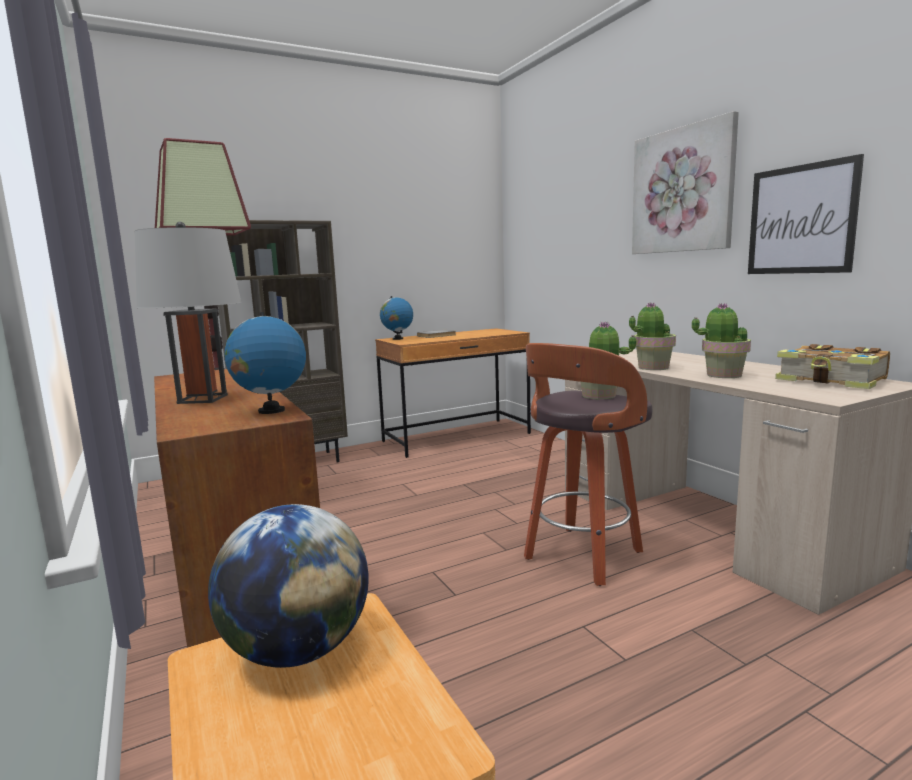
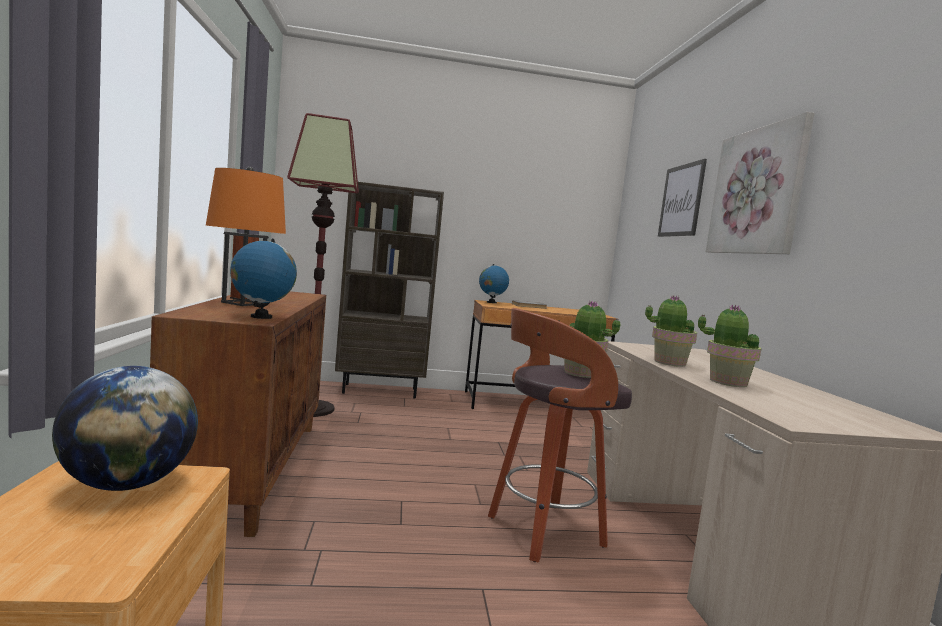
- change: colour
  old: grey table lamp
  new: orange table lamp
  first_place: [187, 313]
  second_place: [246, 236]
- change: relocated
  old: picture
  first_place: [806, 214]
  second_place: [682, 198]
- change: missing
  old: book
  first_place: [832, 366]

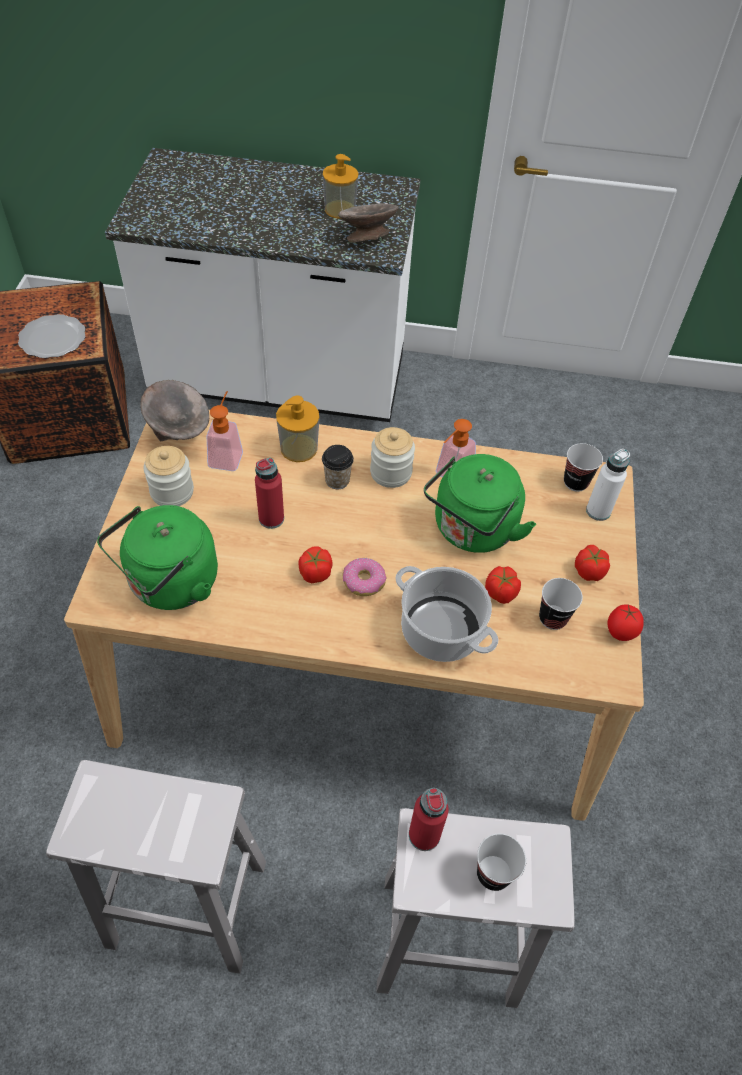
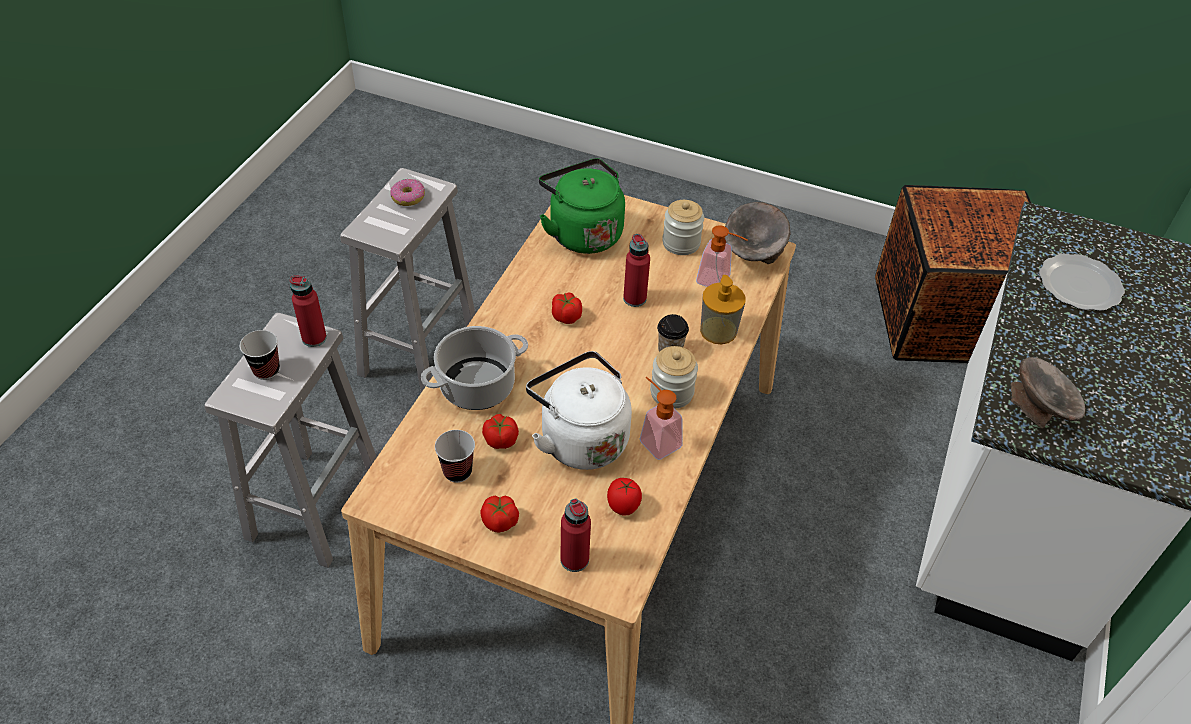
- change: relocated
  old: plate
  first_place: [52, 336]
  second_place: [1082, 282]
- change: missing
  old: soap dispenser
  first_place: [340, 186]
- change: relocated
  old: donut
  first_place: [364, 577]
  second_place: [407, 192]
- change: colour
  old: green kettle
  new: white kettle
  first_place: [480, 503]
  second_place: [579, 410]
- change: missing
  old: cup
  first_place: [583, 467]
- change: colour
  old: white bottle
  new: red bottle
  first_place: [608, 485]
  second_place: [575, 535]
- change: relocated
  old: tomato
  first_place: [625, 623]
  second_place: [624, 497]

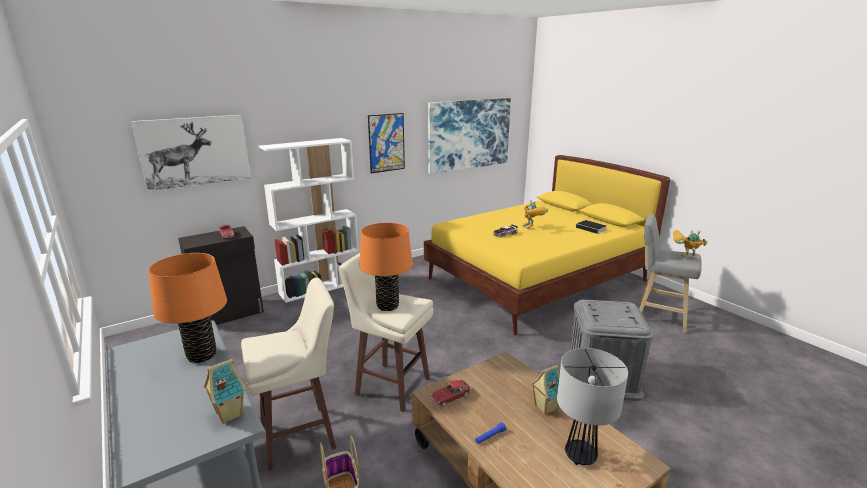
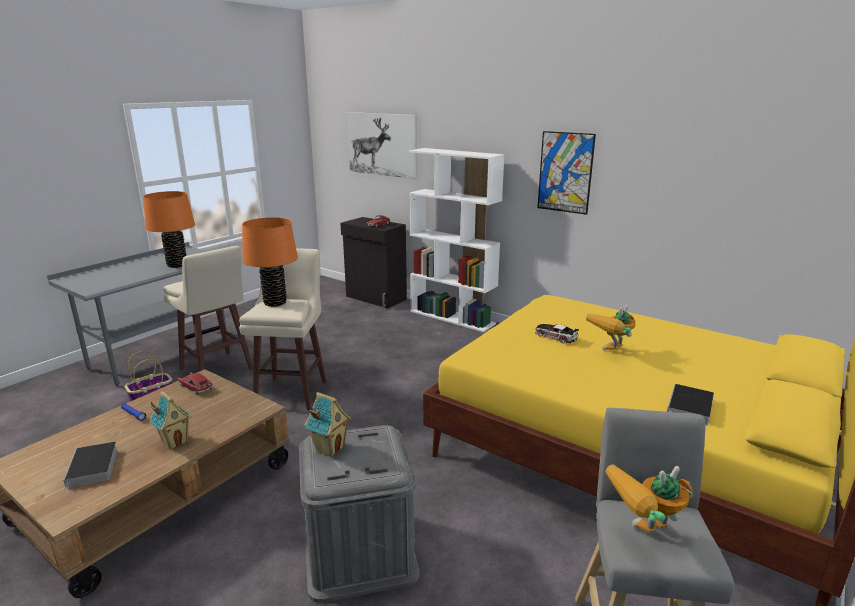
- change: relocated
  old: toy house
  first_place: [225, 391]
  second_place: [328, 424]
- change: missing
  old: picture
  first_place: [469, 136]
- change: exchanged
  old: table lamp
  new: book
  first_place: [592, 406]
  second_place: [91, 468]
- change: spun
  old: toy robot
  first_place: [690, 244]
  second_place: [649, 498]
  degrees: -105

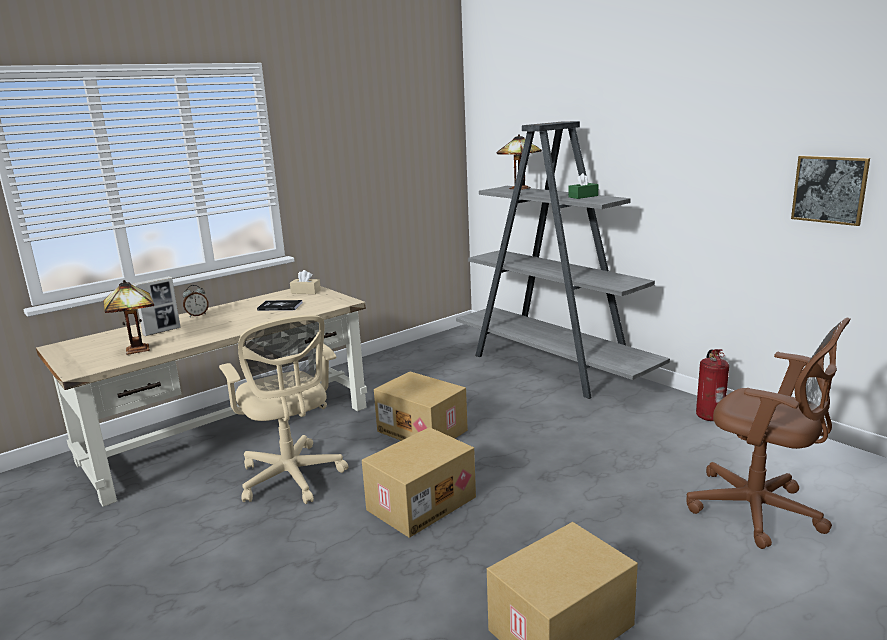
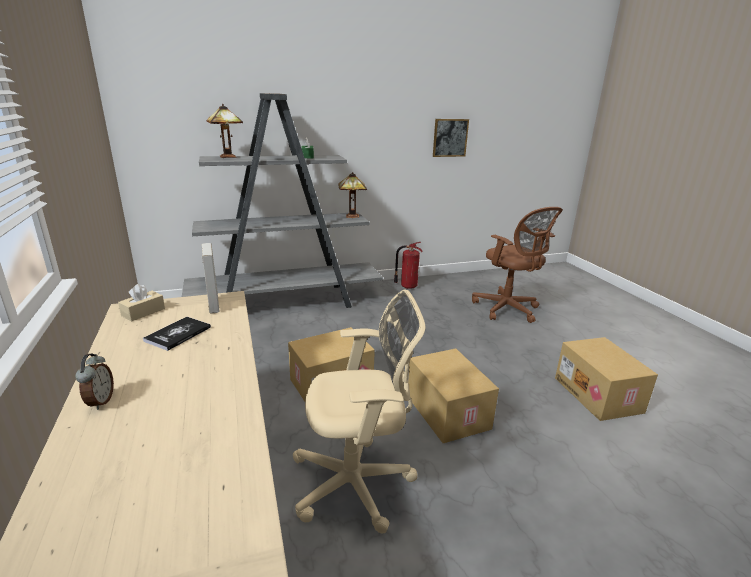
- change: relocated
  old: table lamp
  first_place: [128, 317]
  second_place: [352, 195]
- change: relocated
  old: picture frame
  first_place: [157, 306]
  second_place: [210, 278]
- change: spun
  old: brown office chair
  first_place: [769, 433]
  second_place: [517, 265]
  degrees: 90

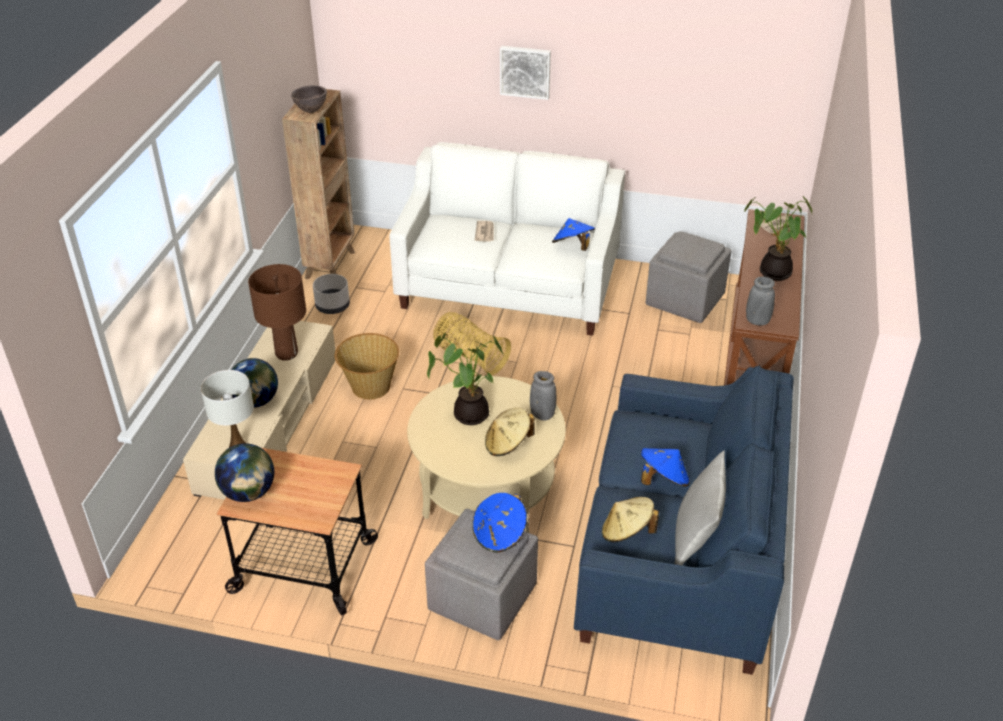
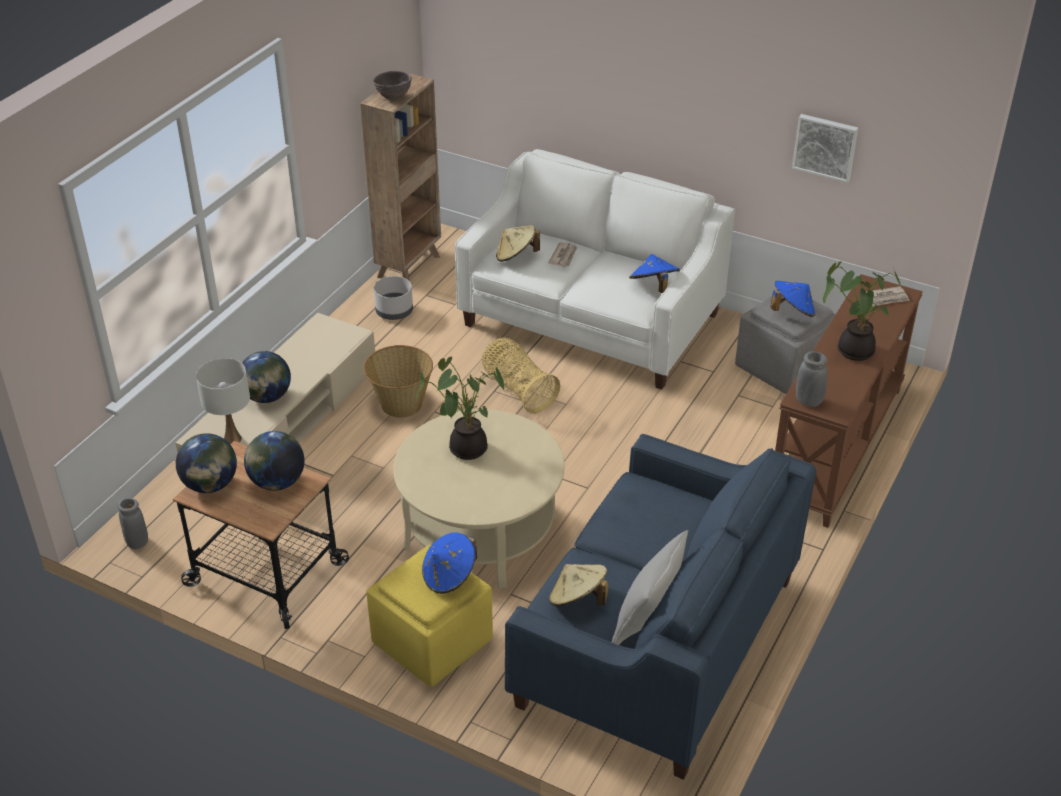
- change: missing
  old: brown table lamp
  first_place: [277, 312]
- change: colour
  old: grey ottoman
  new: yellow ottoman
  first_place: [481, 574]
  second_place: [429, 616]
- change: relocated
  old: beige hat
  first_place: [510, 432]
  second_place: [518, 243]
- change: relocated
  old: picture
  first_place: [525, 73]
  second_place: [825, 148]
- change: relocated
  old: grey vase
  first_place: [543, 396]
  second_place: [132, 523]
- change: relocated
  old: blue hat
  first_place: [665, 467]
  second_place: [793, 299]
- change: appeared
  new: globe
  second_place: [274, 461]

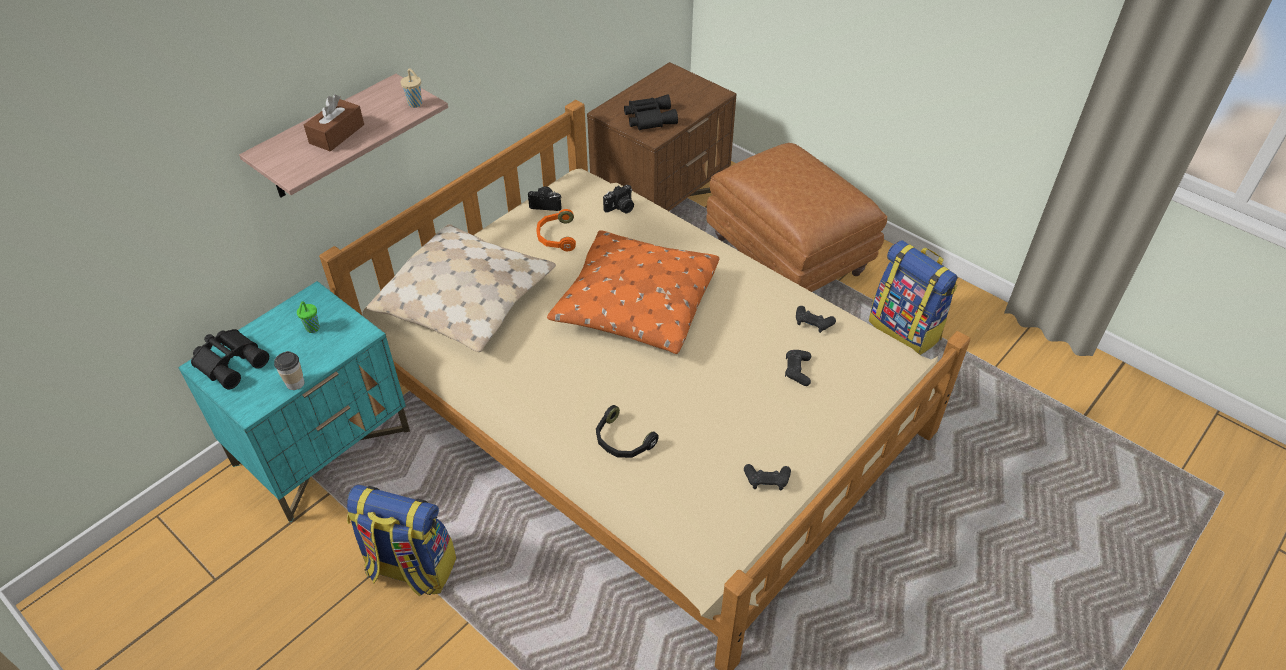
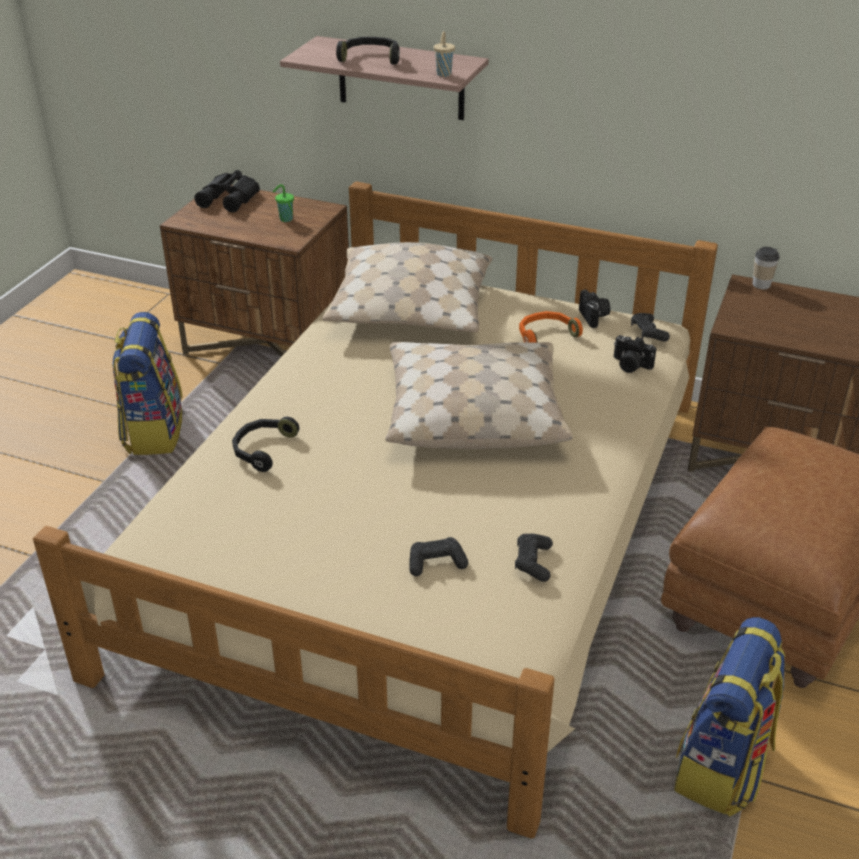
- change: colour
  old: turquoise nightstand
  new: brown nightstand
  first_place: [294, 401]
  second_place: [254, 271]
- change: relocated
  old: cup
  first_place: [289, 370]
  second_place: [766, 268]
- change: exchanged
  old: brown tissue box
  new: black headphones
  first_place: [334, 123]
  second_place: [368, 51]
- change: colour
  old: orange pillow
  new: beige pillow
  first_place: [633, 292]
  second_place: [479, 395]
- change: missing
  old: black binoculars
  first_place: [651, 112]
- change: relocated
  old: black game controller
  first_place: [767, 477]
  second_place: [650, 327]

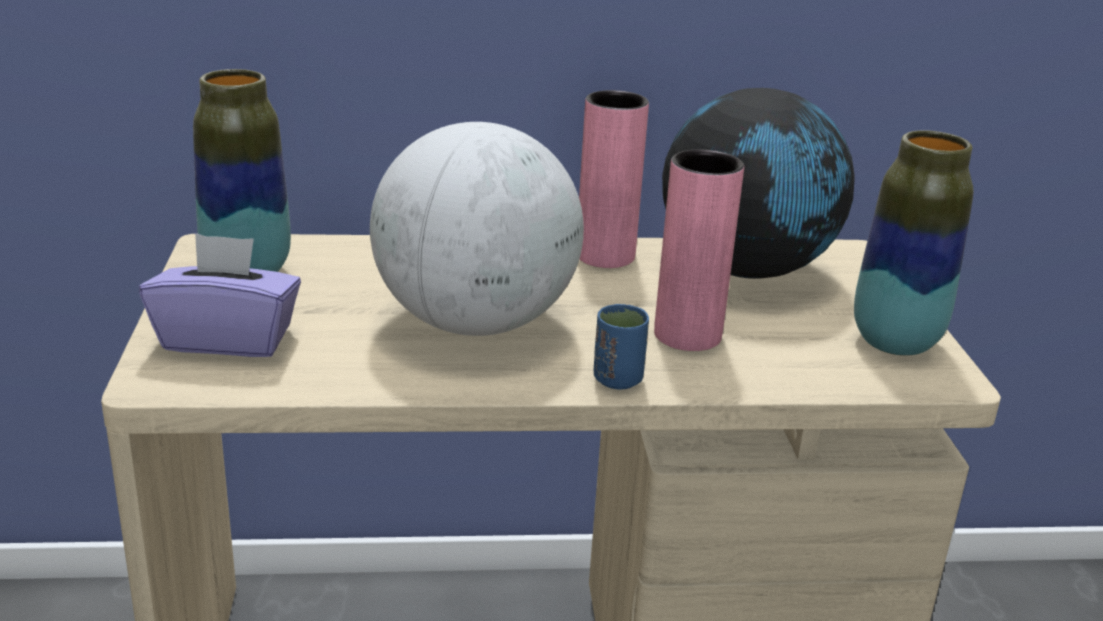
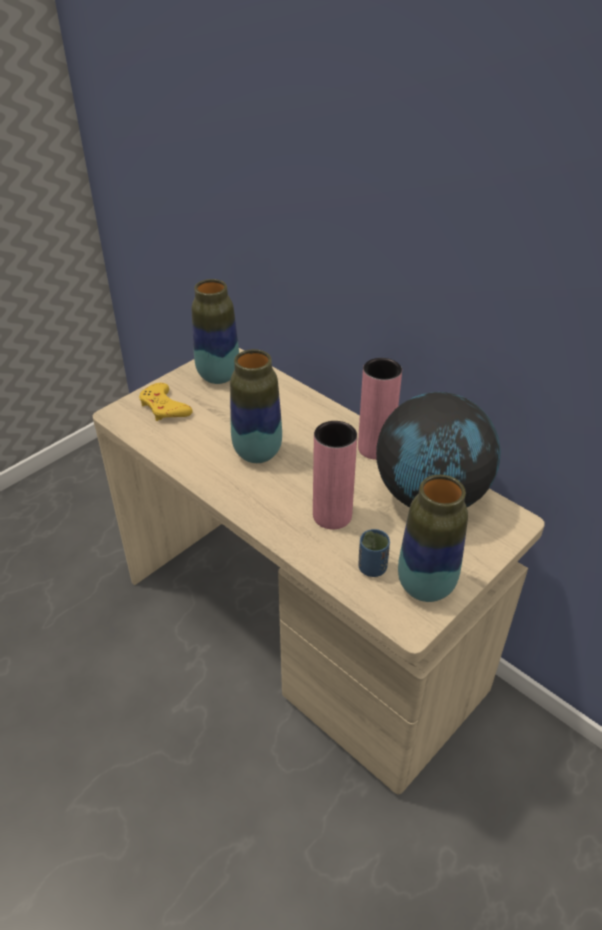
- change: exchanged
  old: purple tissue box
  new: yellow game controller
  first_place: [220, 295]
  second_place: [166, 402]
- change: exchanged
  old: globe
  new: vase
  first_place: [477, 229]
  second_place: [256, 406]
- change: relocated
  old: blue cup
  first_place: [622, 346]
  second_place: [374, 553]

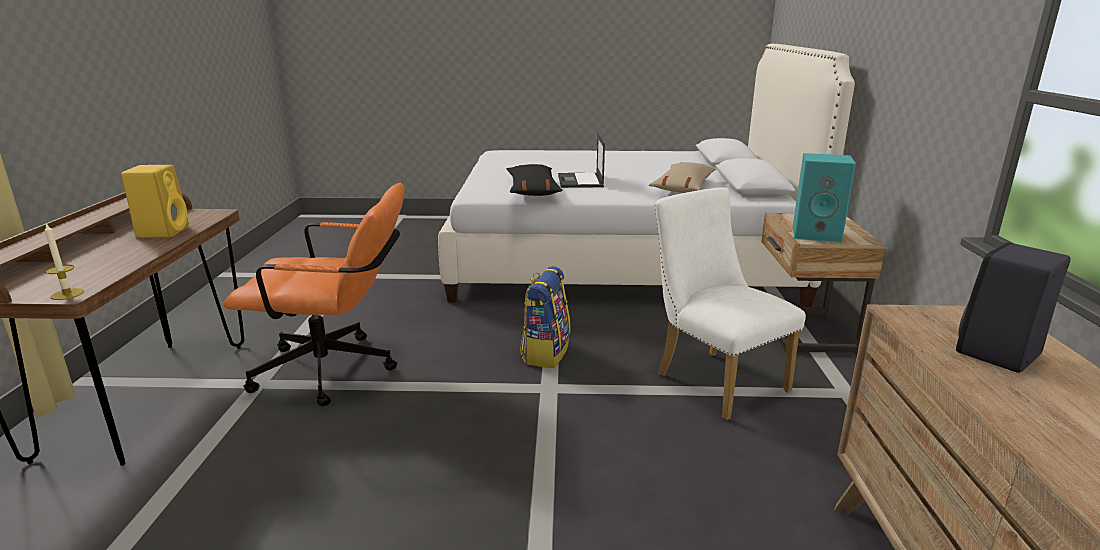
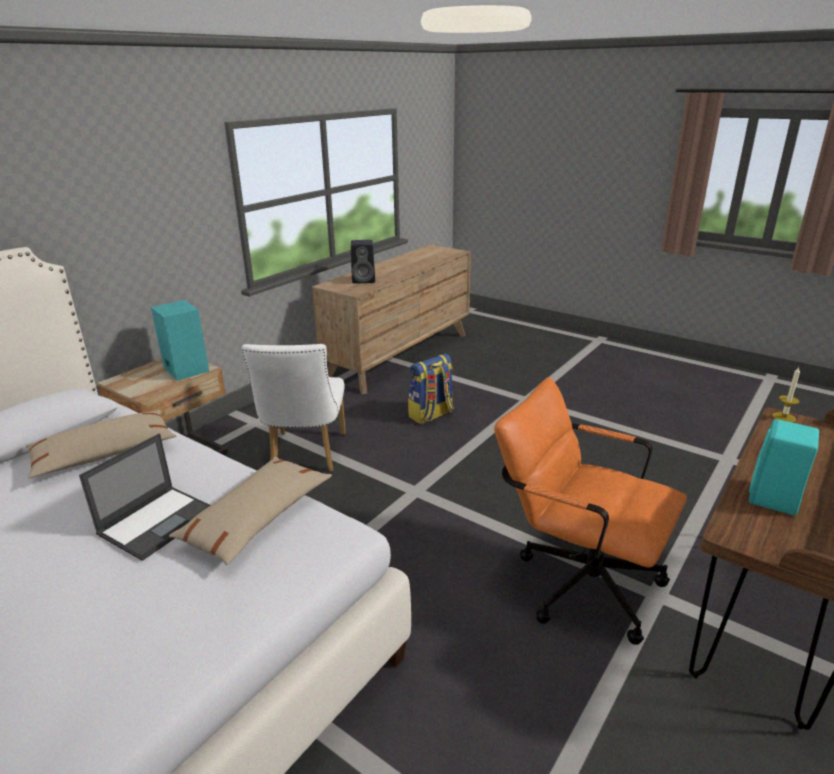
- change: colour
  old: yellow speaker
  new: turquoise speaker
  first_place: [155, 201]
  second_place: [784, 467]
- change: colour
  old: black pillow
  new: beige pillow
  first_place: [535, 180]
  second_place: [250, 511]
- change: relocated
  old: backpack
  first_place: [545, 317]
  second_place: [431, 389]

